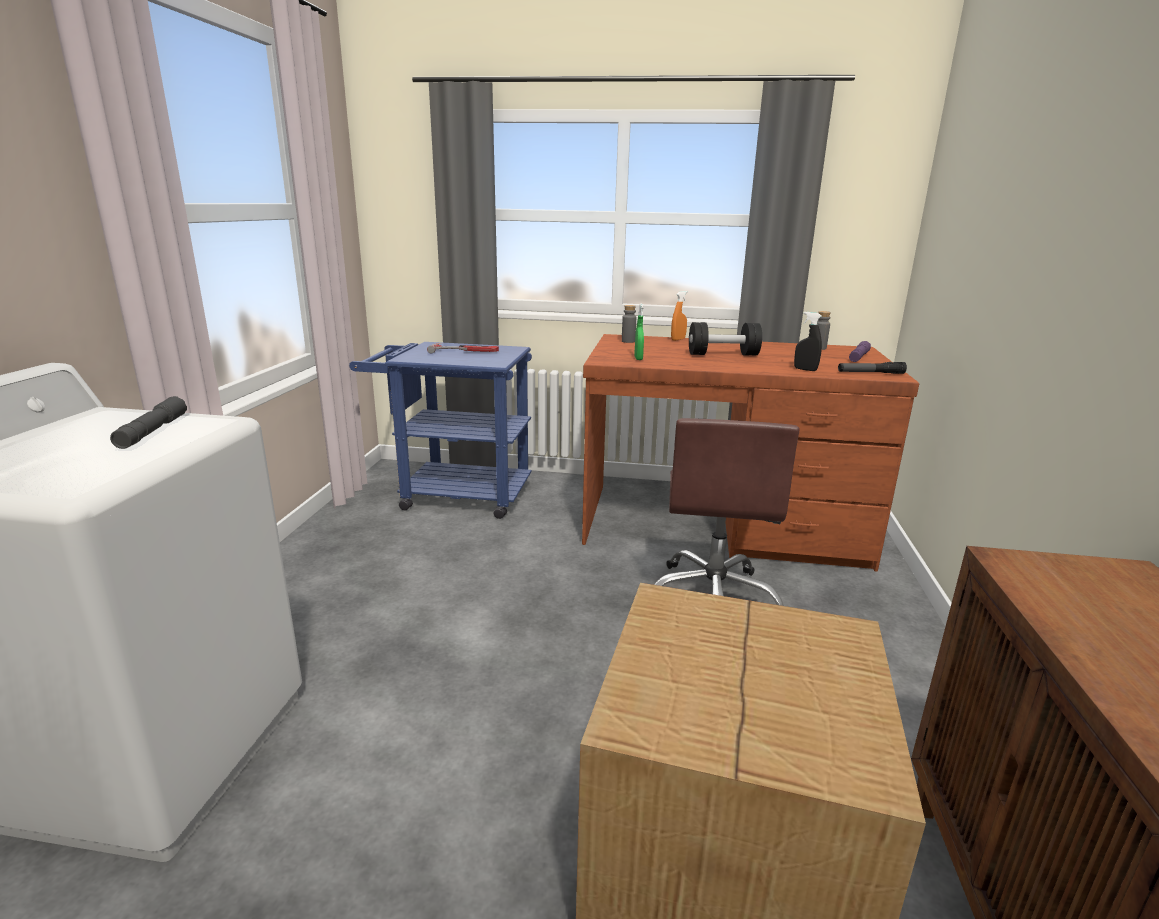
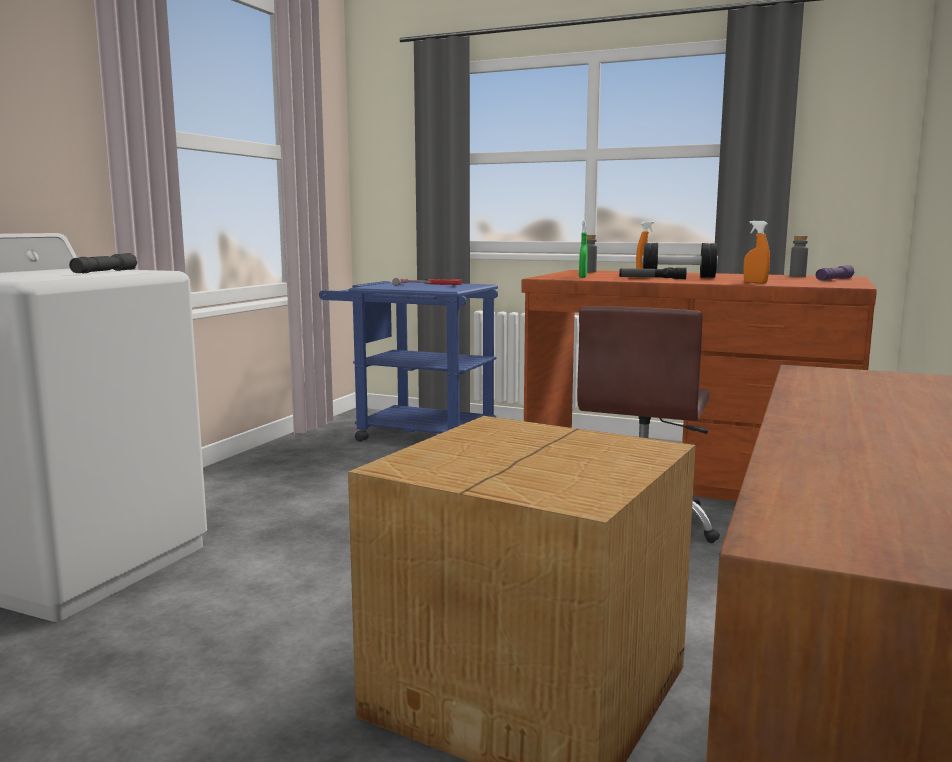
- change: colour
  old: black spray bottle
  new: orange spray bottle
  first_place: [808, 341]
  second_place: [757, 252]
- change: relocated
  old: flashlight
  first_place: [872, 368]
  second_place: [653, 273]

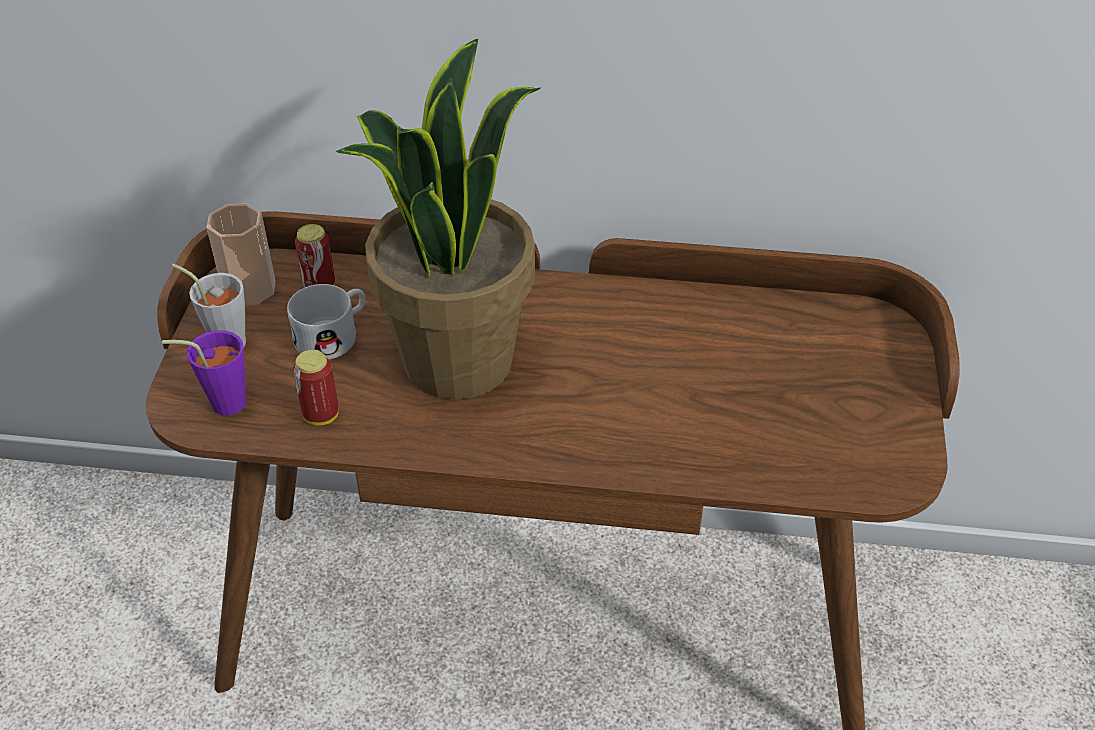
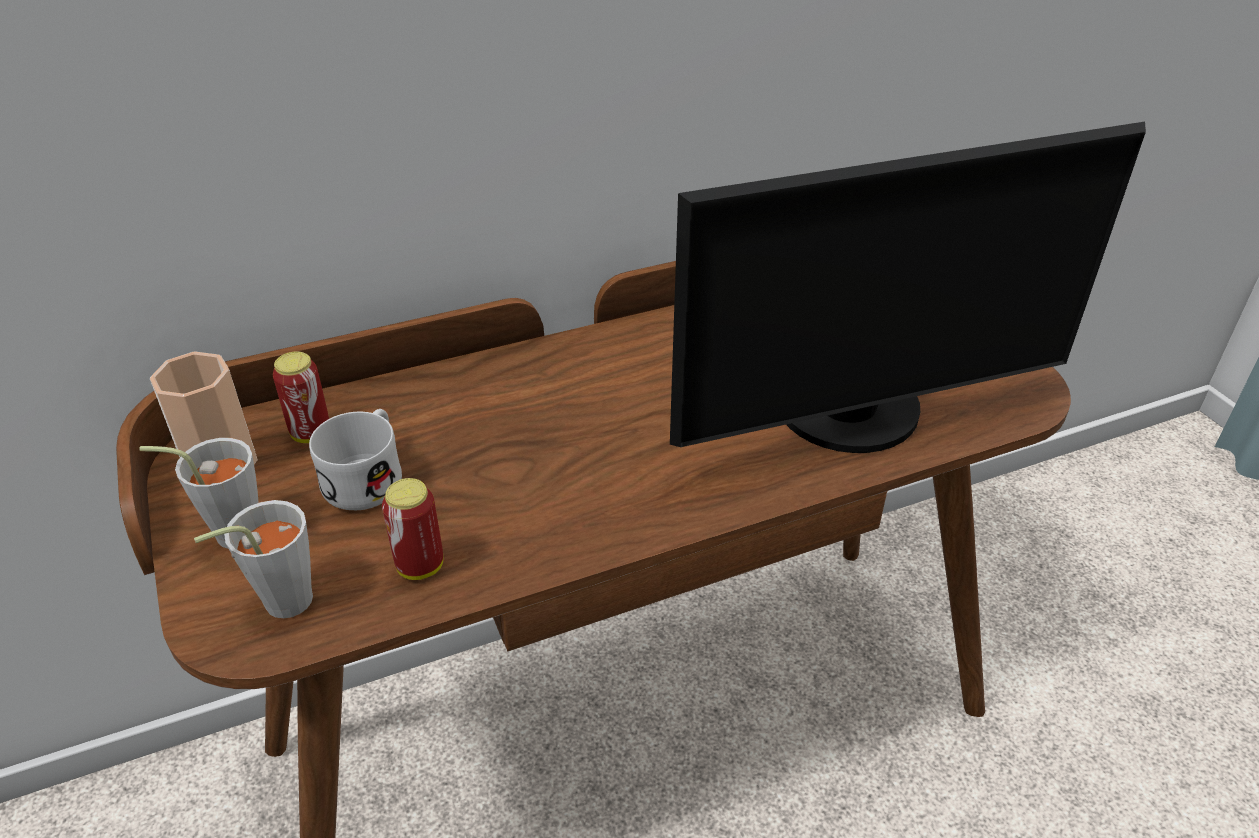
- change: colour
  old: purple cup
  new: grey cup
  first_place: [204, 373]
  second_place: [253, 559]
- change: missing
  old: potted plant
  first_place: [438, 219]
- change: appeared
  new: monitor
  second_place: [908, 287]

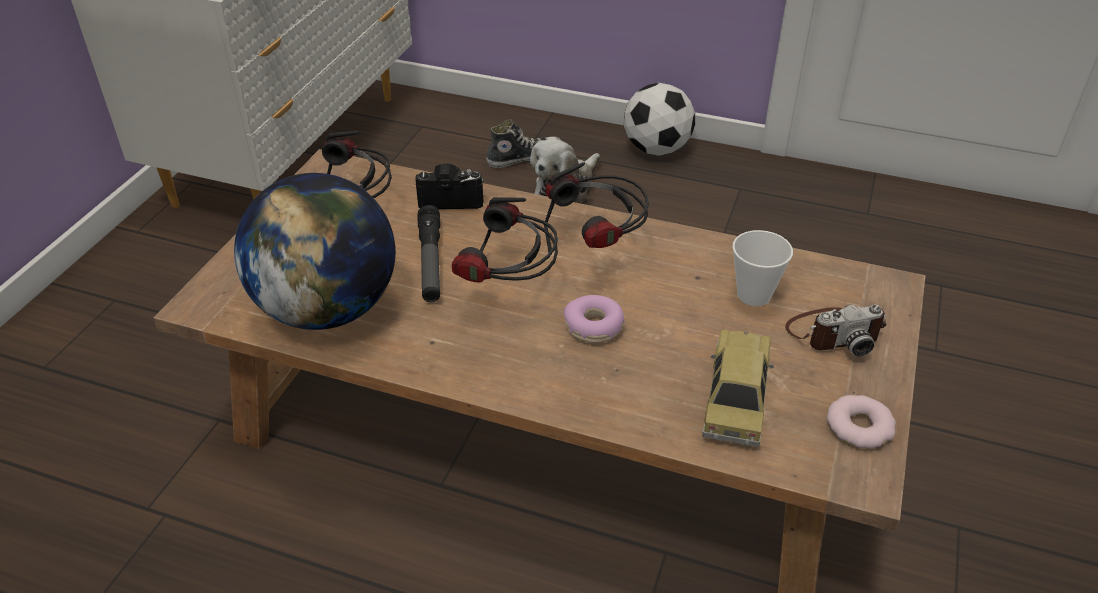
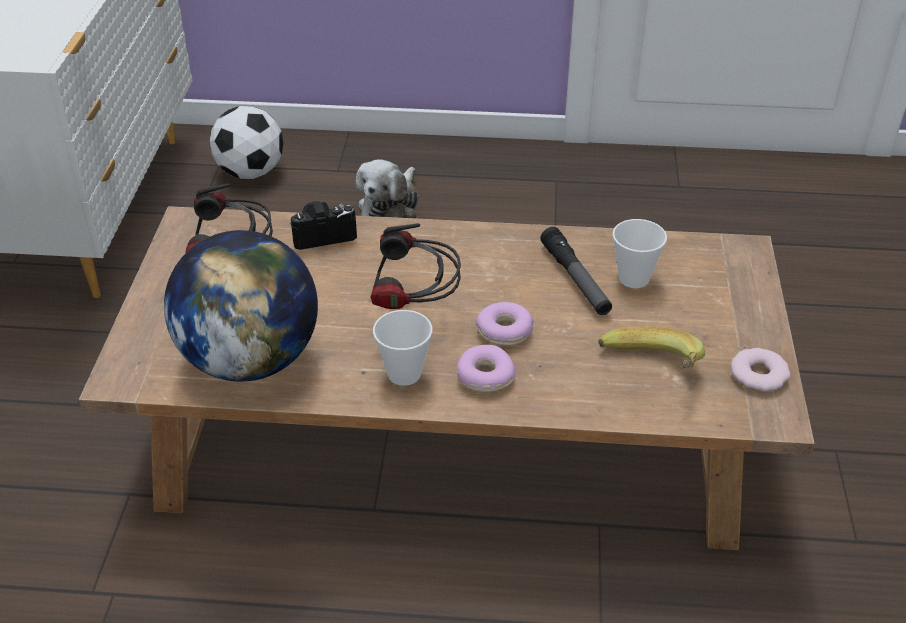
- change: relocated
  old: flashlight
  first_place: [429, 253]
  second_place: [576, 271]
- change: missing
  old: shoe
  first_place: [523, 143]
- change: missing
  old: headphones
  first_place: [596, 207]
- change: relocated
  old: football
  first_place: [659, 119]
  second_place: [246, 142]
- change: exchanged
  old: toy car
  new: banana
  first_place: [738, 388]
  second_place: [651, 347]
- change: missing
  old: photo camera
  first_place: [836, 330]
- change: appeared
  new: cup
  second_place: [402, 348]
- change: appeared
  new: donut
  second_place: [486, 369]

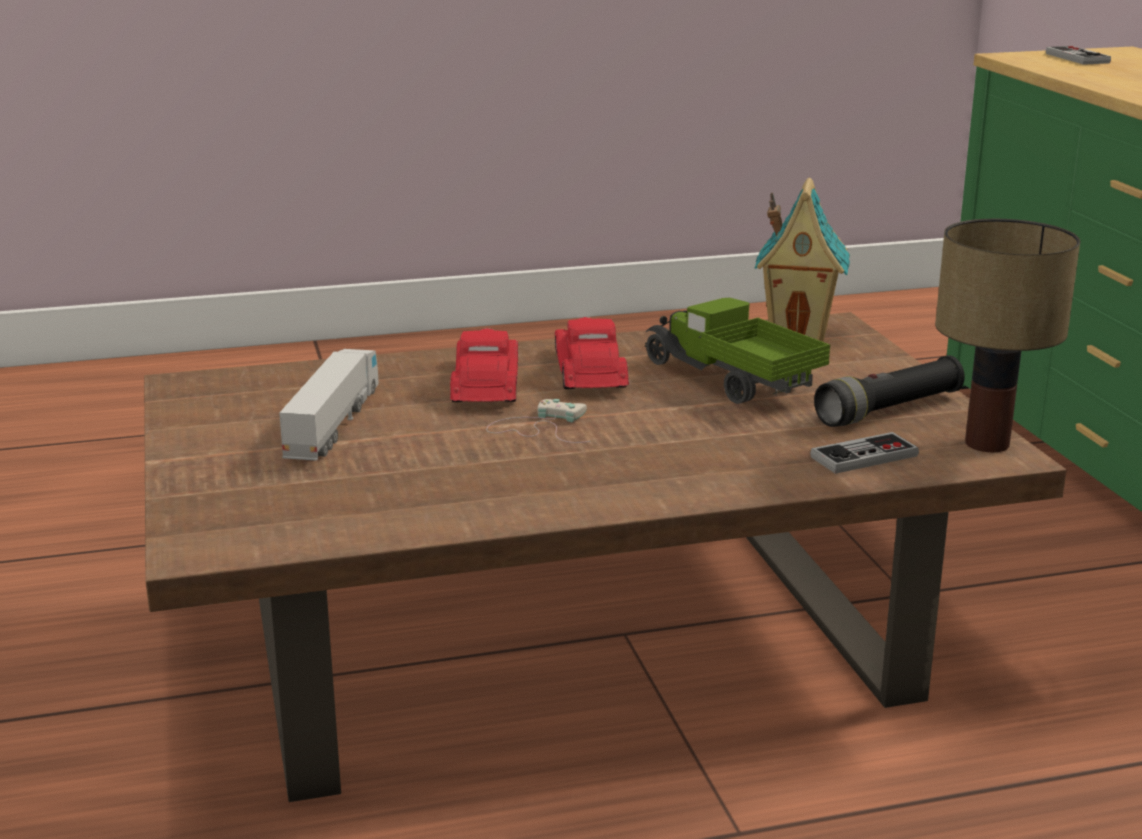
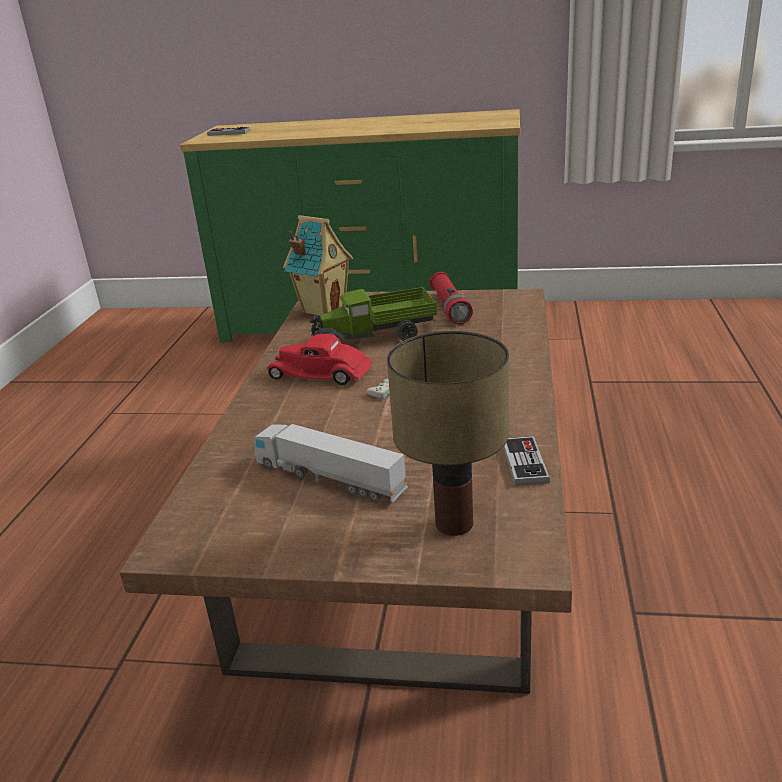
- change: missing
  old: red toy car
  first_place: [484, 365]
- change: relocated
  old: game controller
  first_place: [864, 453]
  second_place: [526, 461]
- change: colour
  old: black flashlight
  new: red flashlight
  first_place: [889, 391]
  second_place: [451, 298]
- change: relocated
  old: table lamp
  first_place: [1007, 335]
  second_place: [448, 433]

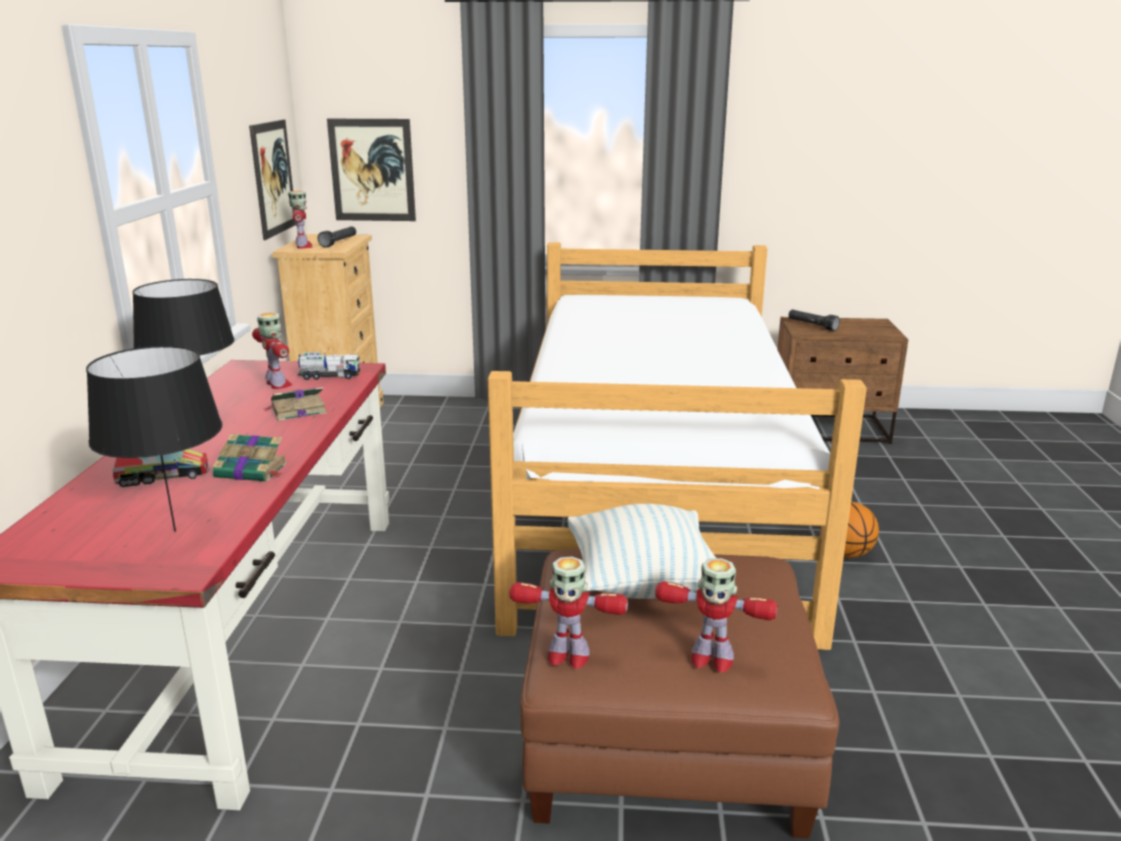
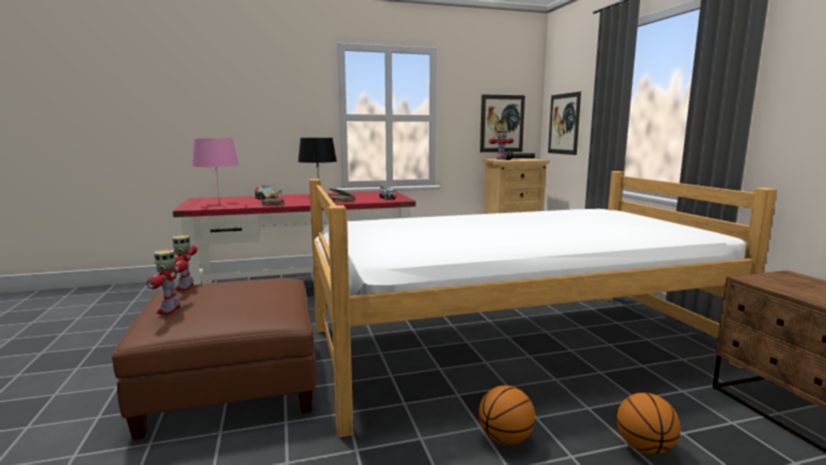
- change: colour
  old: black table lamp
  new: pink table lamp
  first_place: [154, 439]
  second_place: [215, 171]
- change: missing
  old: toy robot
  first_place: [272, 351]
- change: missing
  old: pillow
  first_place: [642, 551]
- change: missing
  old: black flashlight
  first_place: [814, 320]
- change: appeared
  new: basketball
  second_place: [649, 423]

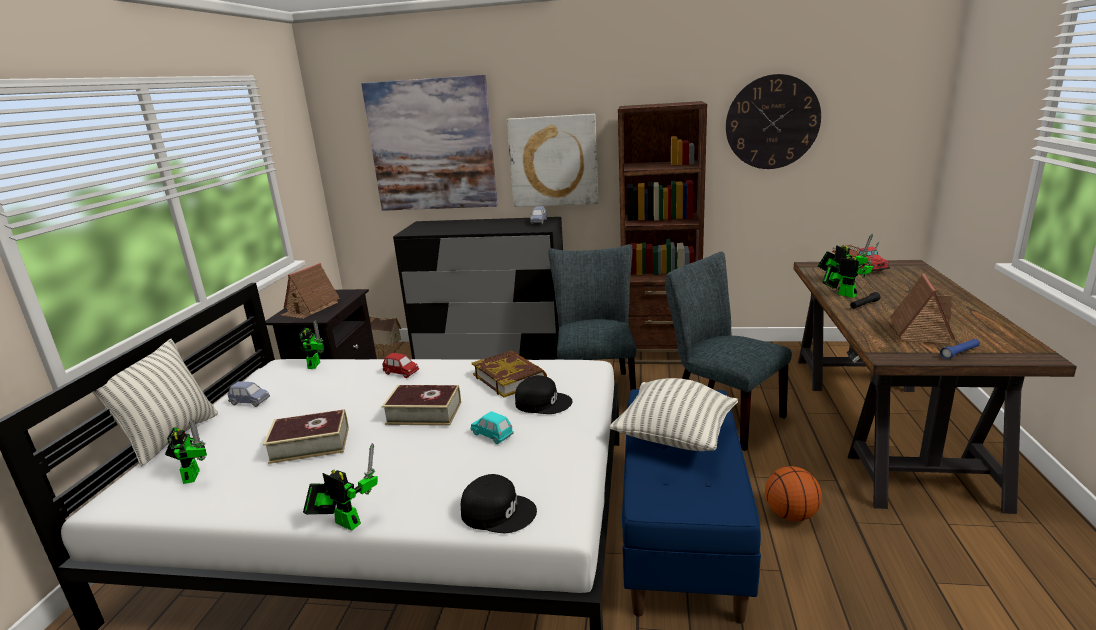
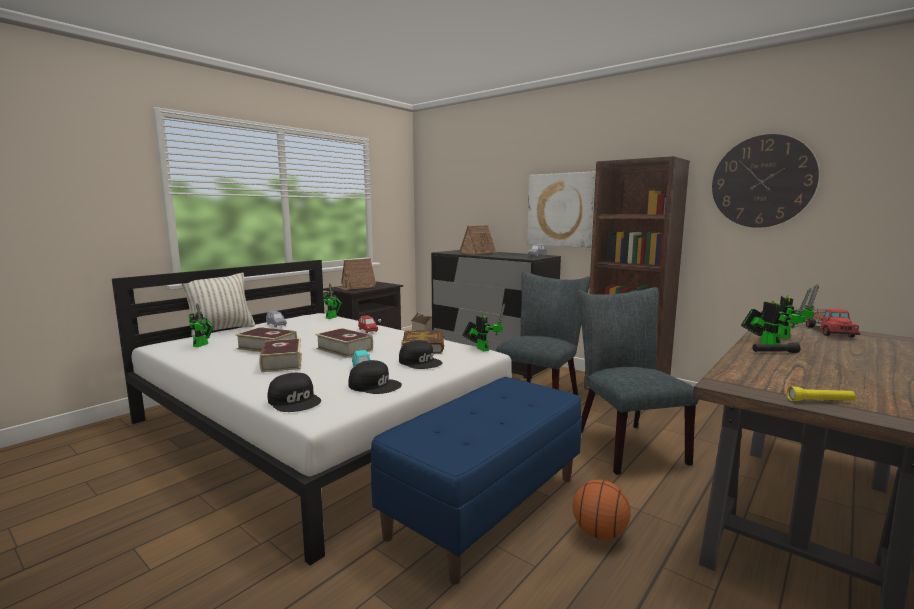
- change: relocated
  old: toy robot
  first_place: [340, 487]
  second_place: [483, 328]
- change: missing
  old: picture
  first_place: [429, 143]
- change: missing
  old: pillow
  first_place: [674, 414]
- change: relocated
  old: toy house
  first_place: [922, 309]
  second_place: [479, 240]
- change: colour
  old: blue flashlight
  new: yellow flashlight
  first_place: [960, 349]
  second_place: [821, 394]
- change: appeared
  new: book
  second_place: [280, 355]
- change: appeared
  new: black cap
  second_place: [375, 377]

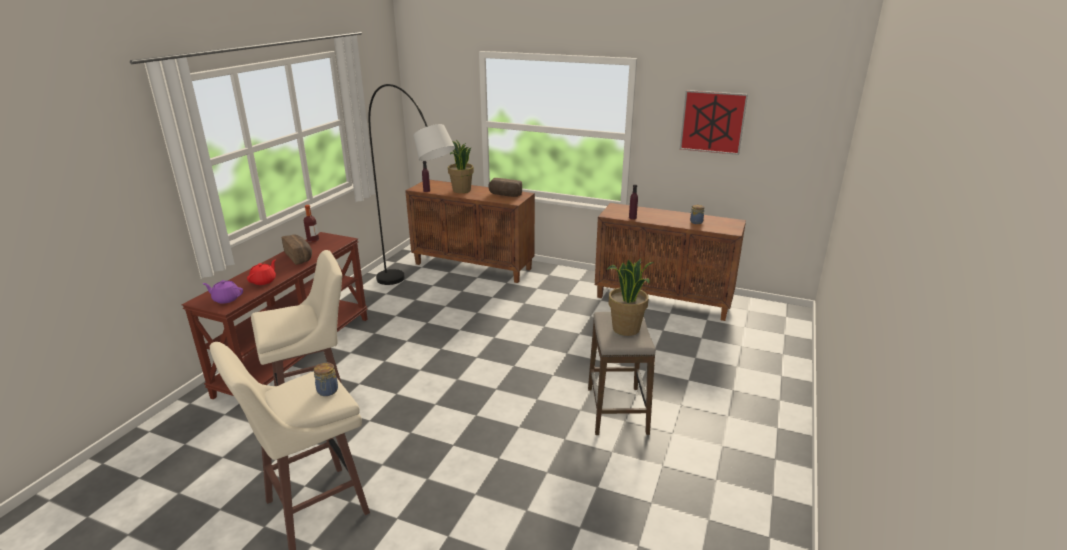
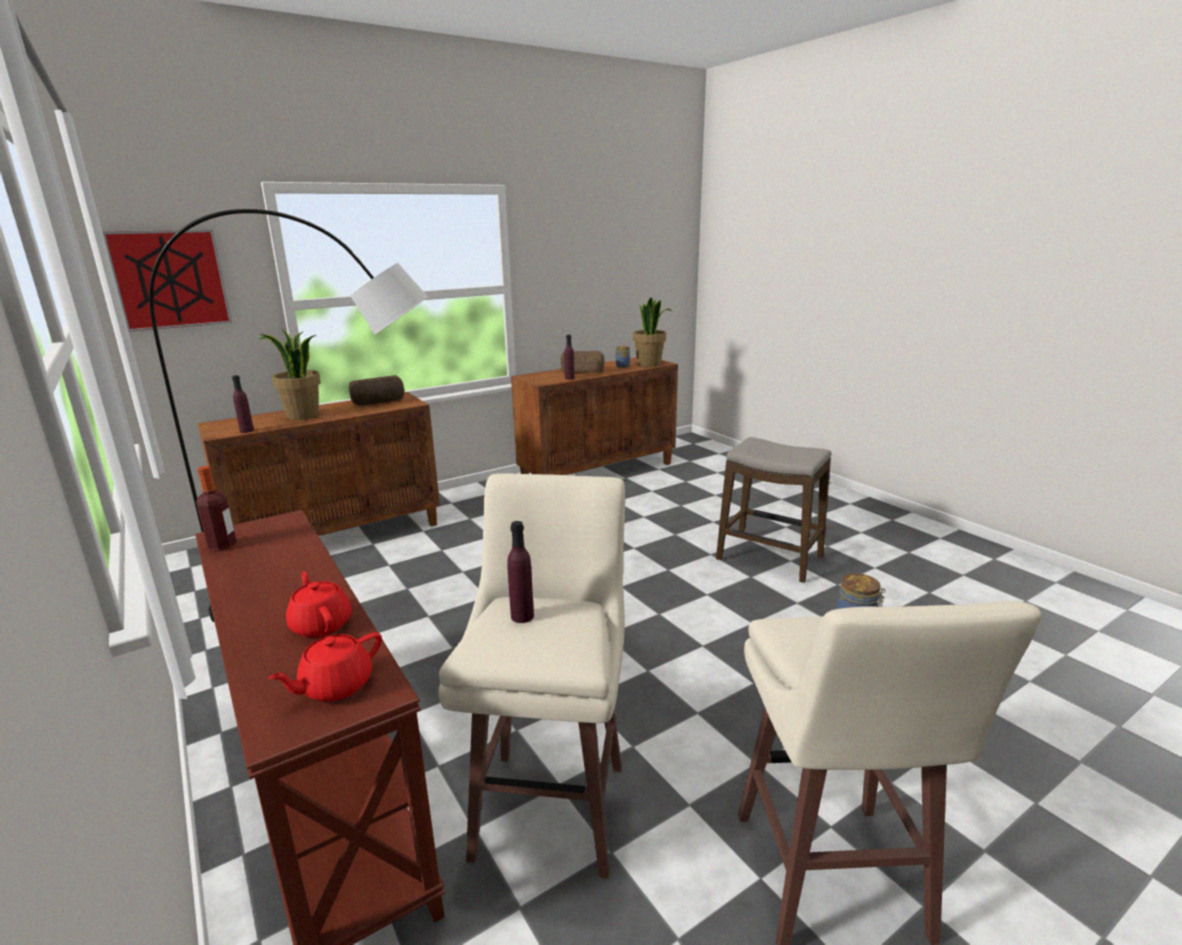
- change: colour
  old: purple teapot
  new: red teapot
  first_place: [223, 291]
  second_place: [325, 667]
- change: relocated
  old: bread
  first_place: [297, 249]
  second_place: [583, 362]
- change: relocated
  old: potted plant
  first_place: [630, 297]
  second_place: [652, 332]
- change: relocated
  old: picture
  first_place: [714, 122]
  second_place: [167, 281]
- change: appeared
  new: purple bottle
  second_place: [520, 572]

